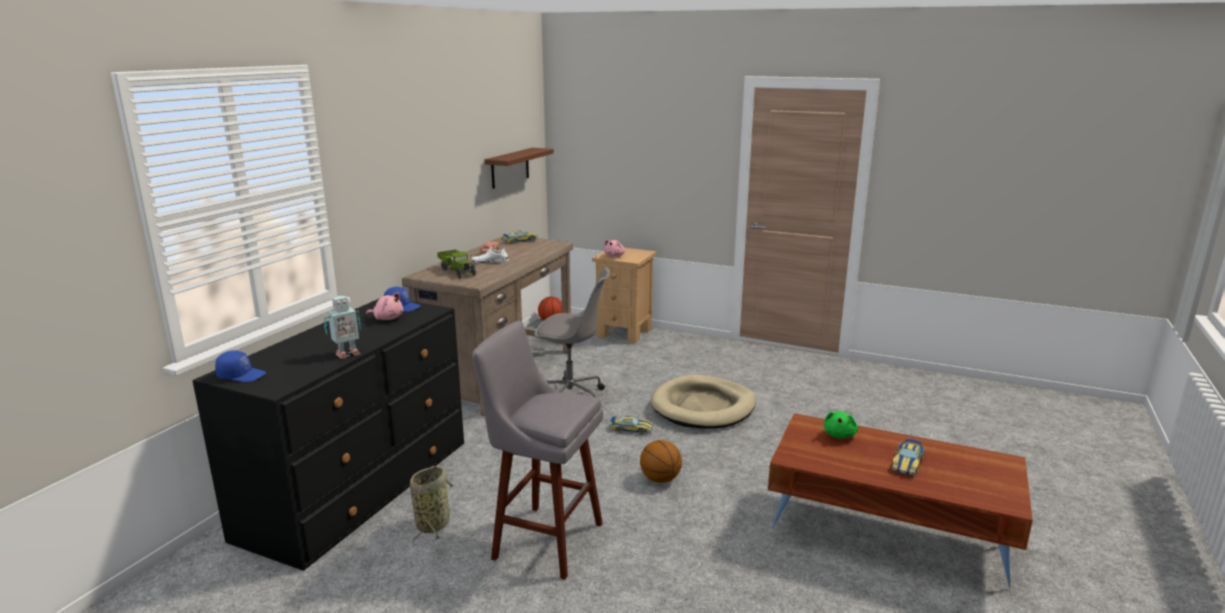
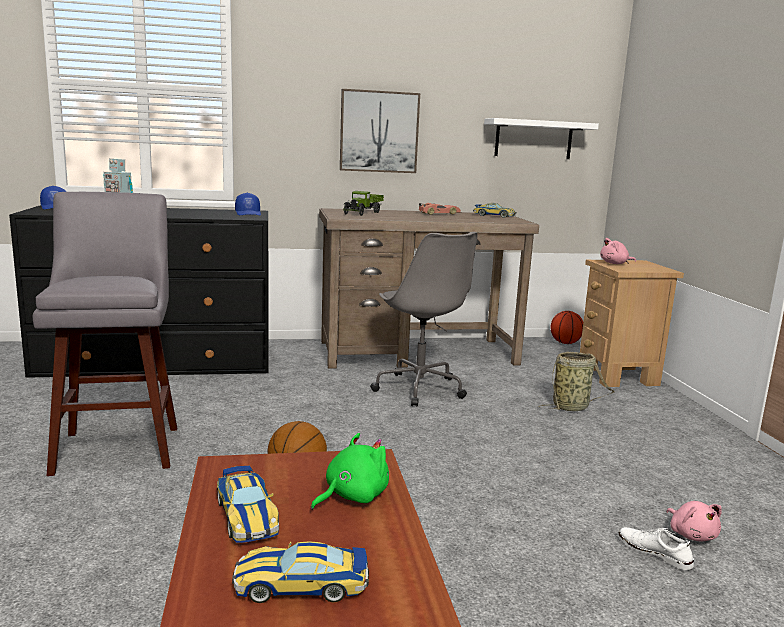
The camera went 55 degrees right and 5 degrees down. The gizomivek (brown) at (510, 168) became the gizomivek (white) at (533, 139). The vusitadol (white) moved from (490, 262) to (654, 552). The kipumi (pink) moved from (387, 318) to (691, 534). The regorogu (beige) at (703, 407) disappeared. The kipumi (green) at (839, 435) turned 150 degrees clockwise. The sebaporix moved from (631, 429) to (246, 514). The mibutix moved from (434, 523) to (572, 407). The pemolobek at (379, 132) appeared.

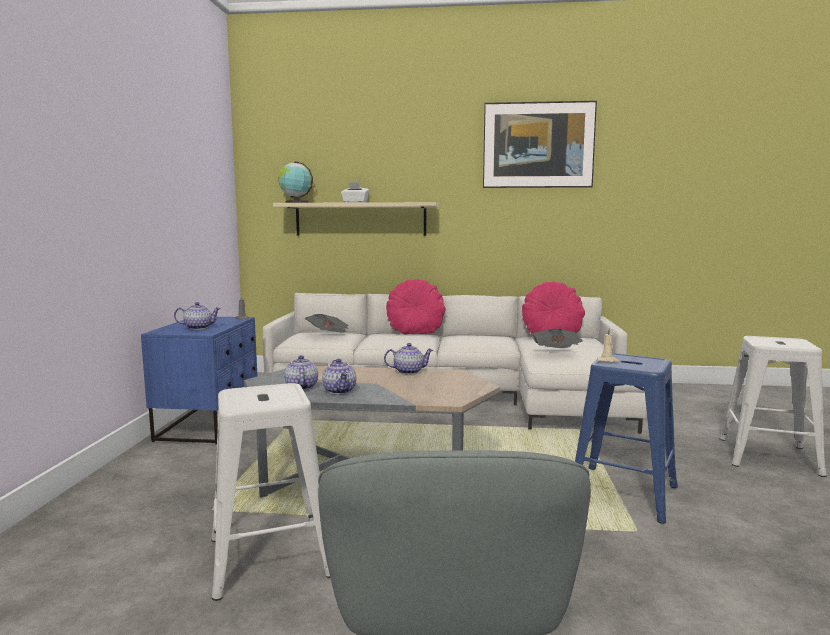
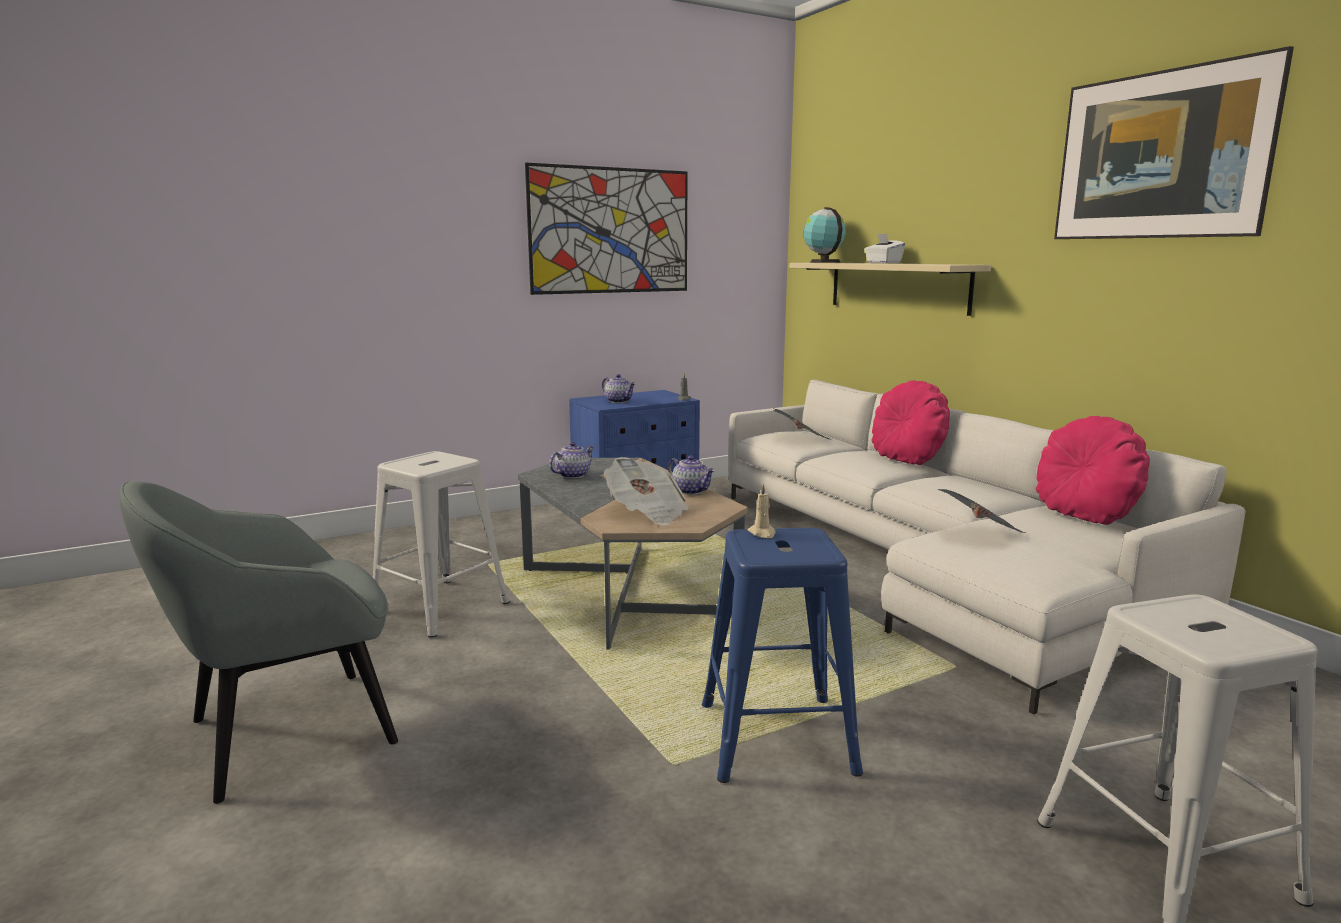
The camera went 55 degrees right and 5 degrees up. The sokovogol at (340, 391) disappeared. The pemolobek at (610, 231) appeared. The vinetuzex at (647, 512) appeared.

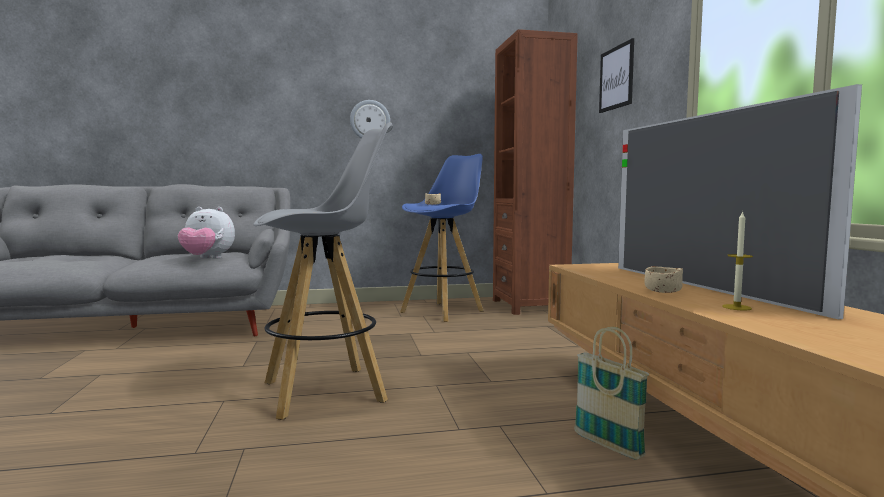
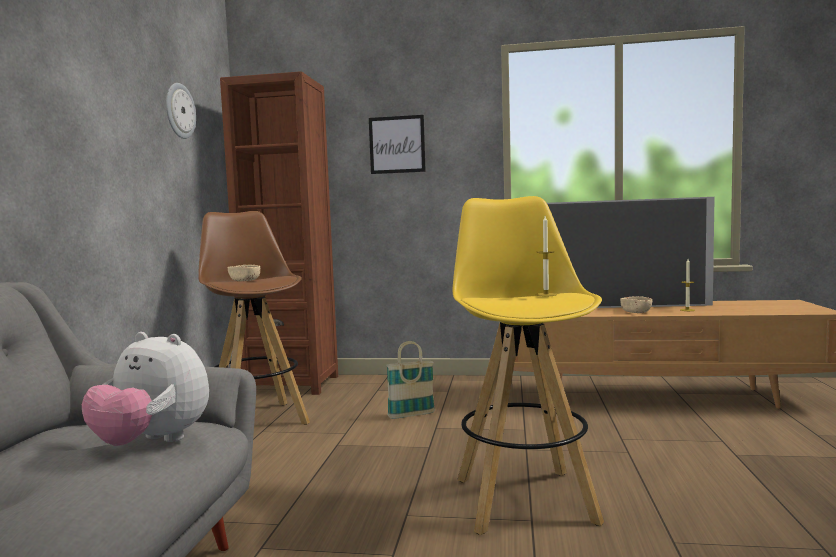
The camera went 70 degrees left and 0 degrees up. The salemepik moved from (370, 120) to (179, 111). The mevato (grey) at (327, 391) became the mevato (yellow) at (525, 498). The mevato (blue) at (443, 311) became the mevato (brown) at (258, 419). The kipumi at (207, 258) turned 90 degrees clockwise. The mibutix moved from (608, 445) to (411, 415). The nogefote at (546, 295) appeared.

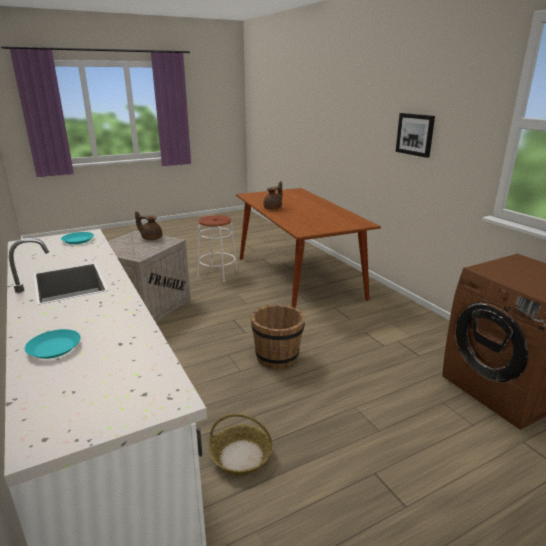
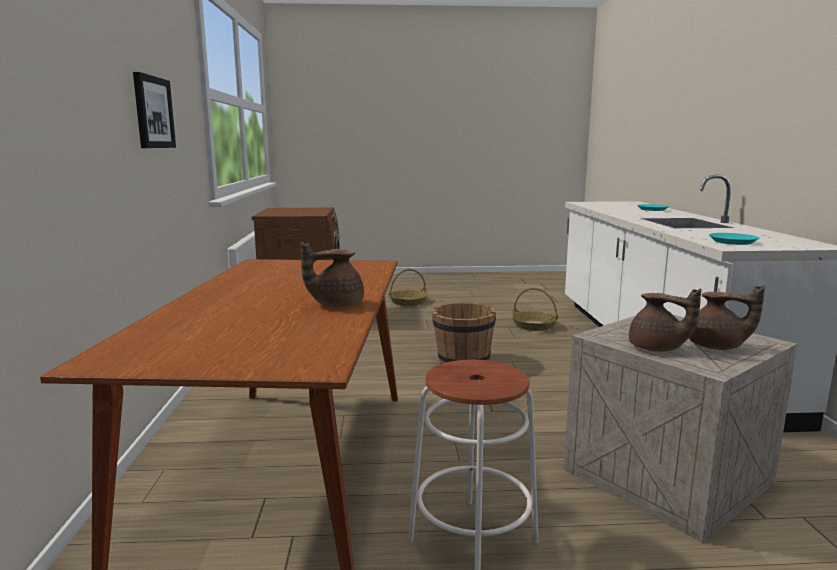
The camera went 155 degrees left and 10 degrees down. The mibutix at (408, 302) appeared. The sokovogol (brown) at (717, 347) appeared.

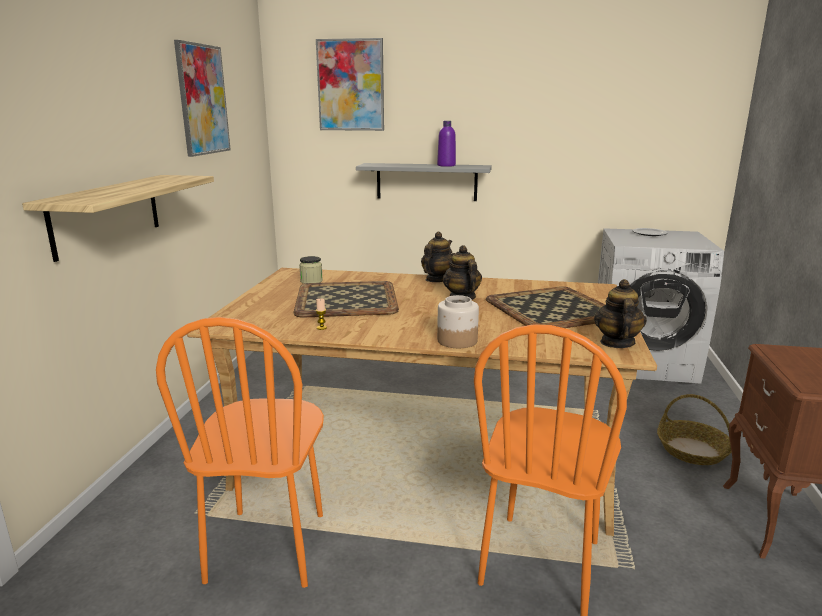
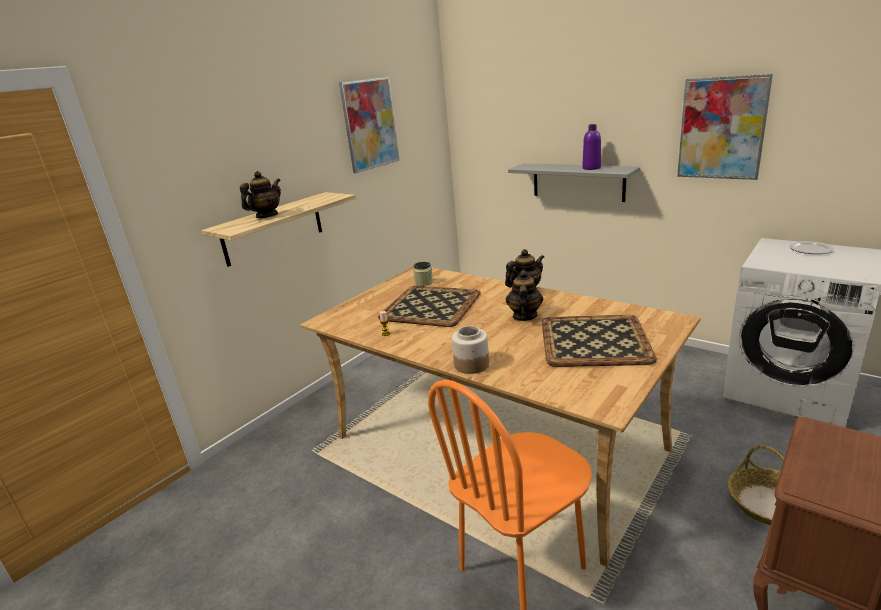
The camera went 30 degrees right and 5 degrees up. The pemolobek moved from (351, 85) to (722, 128). The sokovogol moved from (616, 343) to (266, 216). The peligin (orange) at (268, 547) disappeared.

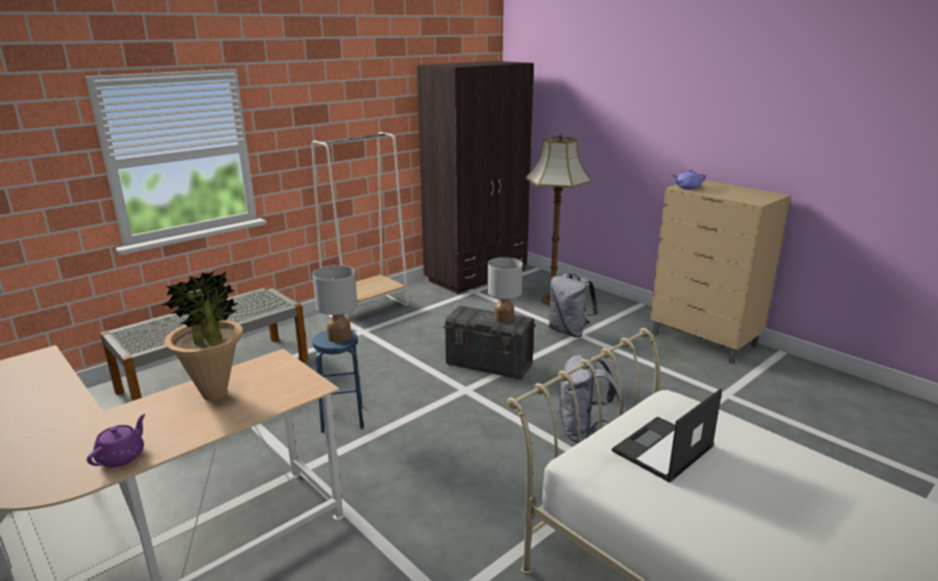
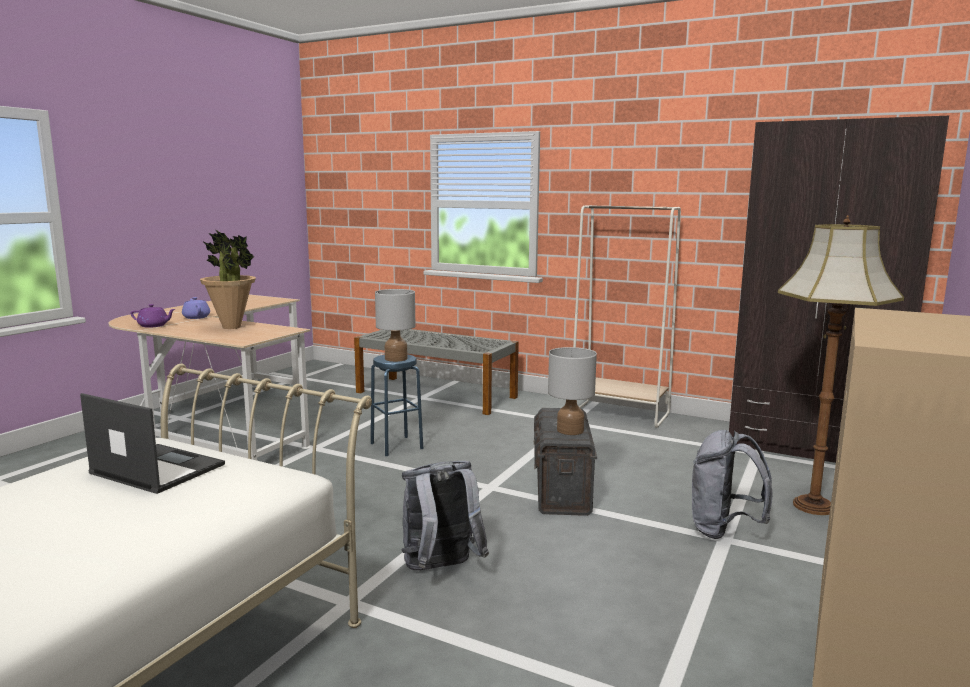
The camera went 70 degrees right and 10 degrees down. The sokovogol (purple) moved from (687, 188) to (196, 317).

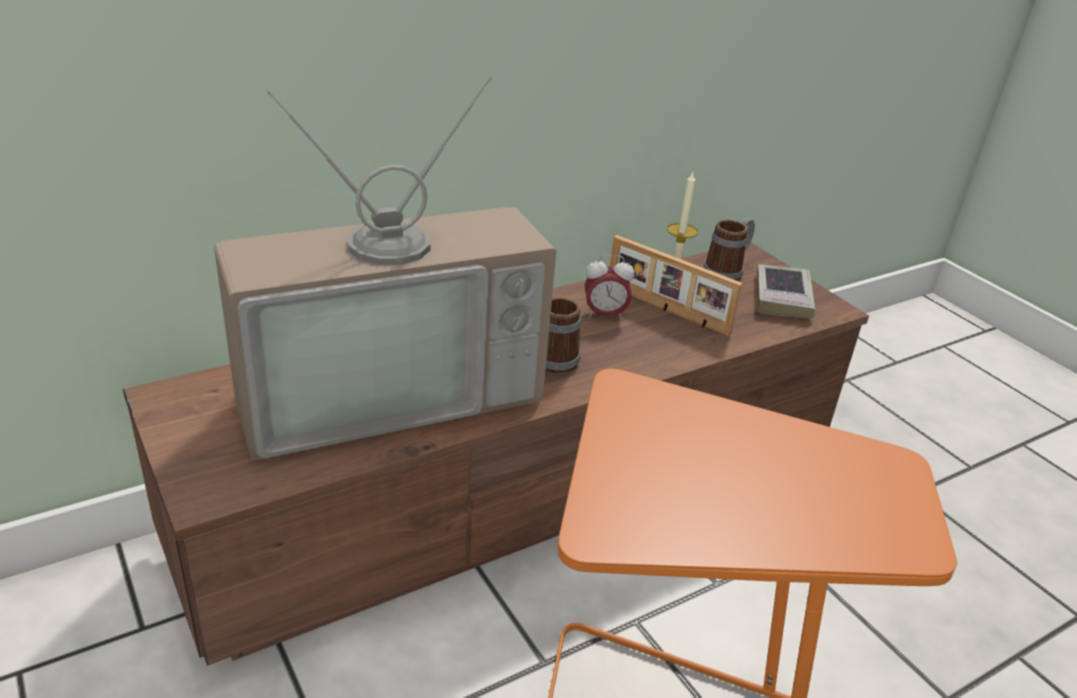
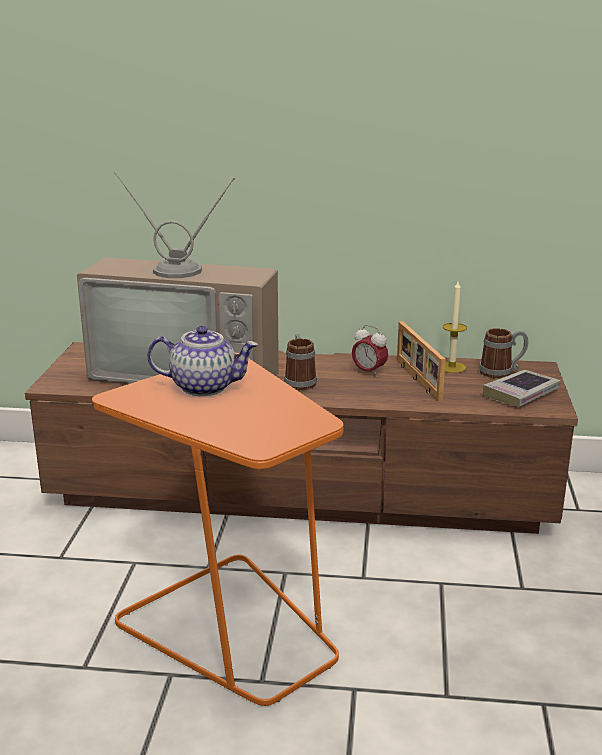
The camera went 40 degrees right and 10 degrees down. The sokovogol at (205, 387) appeared.

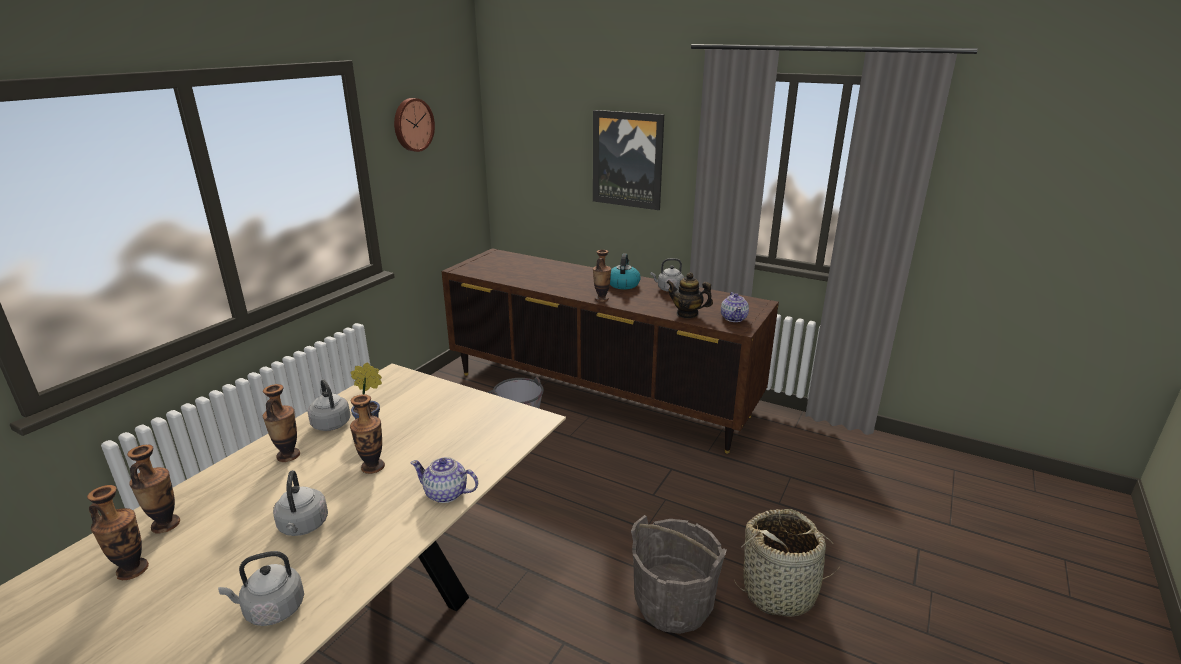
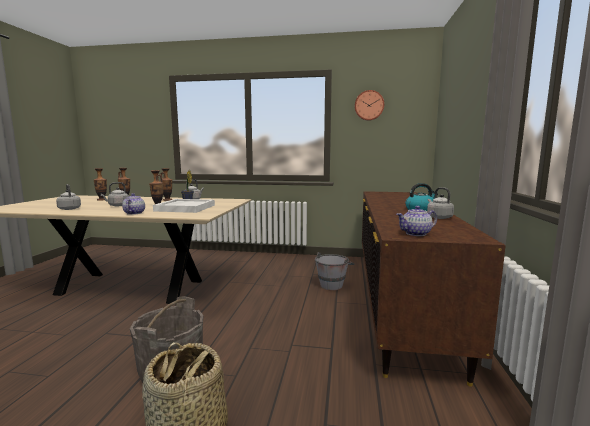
The camera went 70 degrees right and 15 degrees down. The pemolobek at (627, 159) disappeared. The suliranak at (601, 299) disappeared. The sokovogol at (687, 314) disappeared. The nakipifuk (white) at (185, 208) appeared.

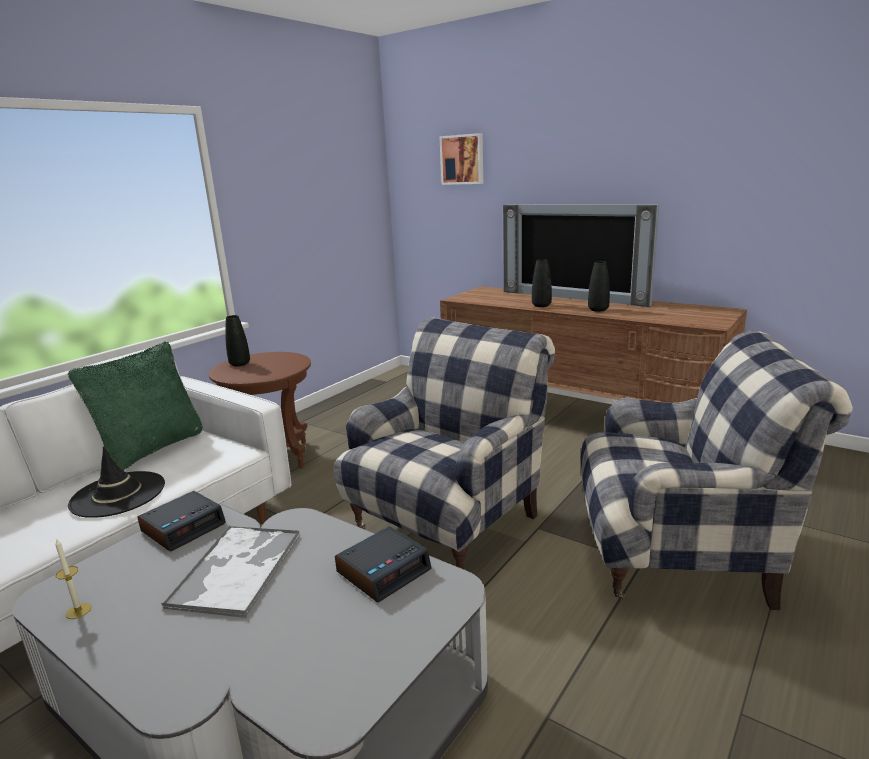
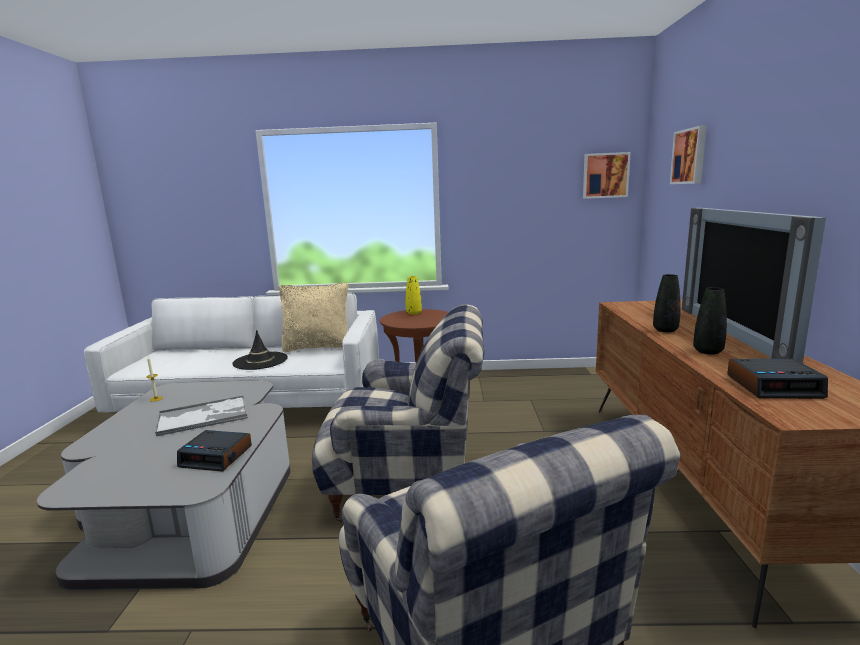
The camera went 55 degrees right and 5 degrees down. The suliranak (black) at (240, 364) became the suliranak (yellow) at (414, 313). The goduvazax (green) at (154, 450) became the goduvazax (beige) at (318, 348). The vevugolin moved from (184, 527) to (774, 386). The pemolobek at (605, 175) appeared.

